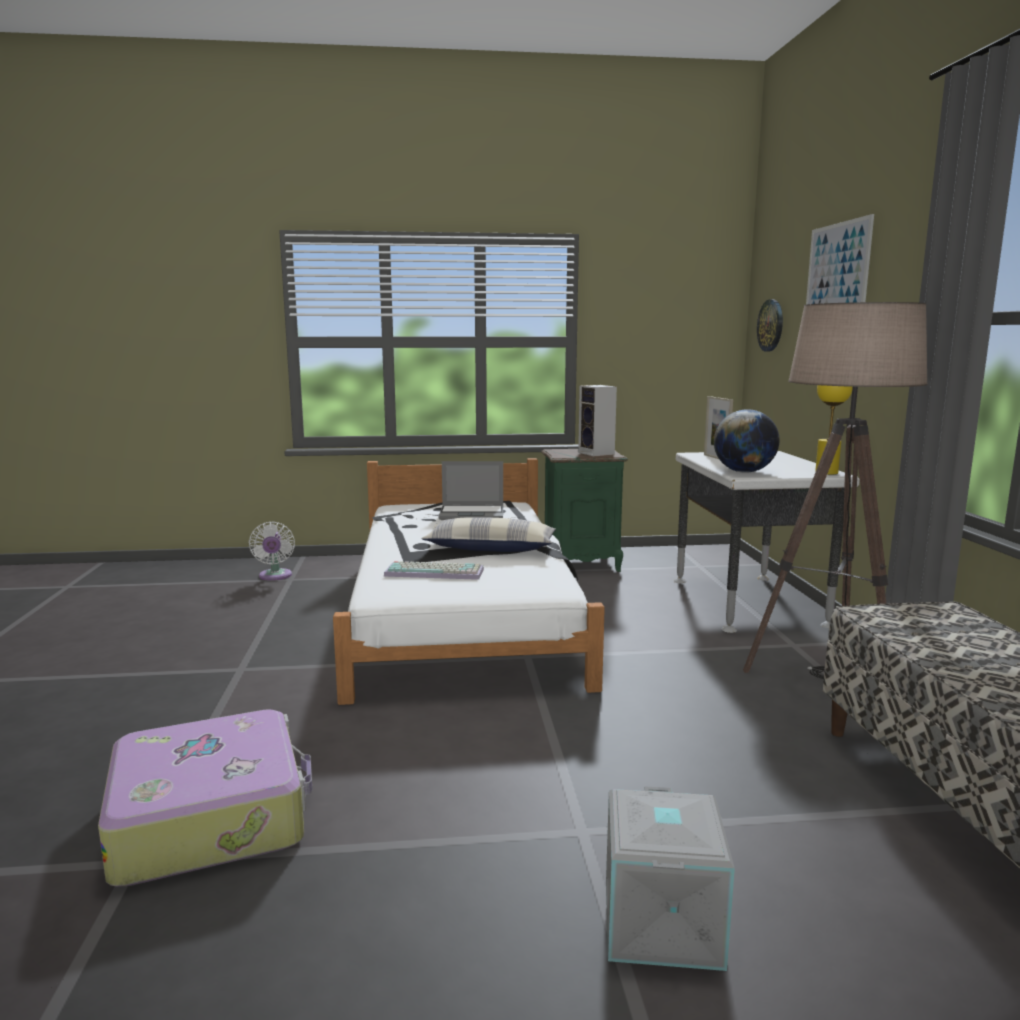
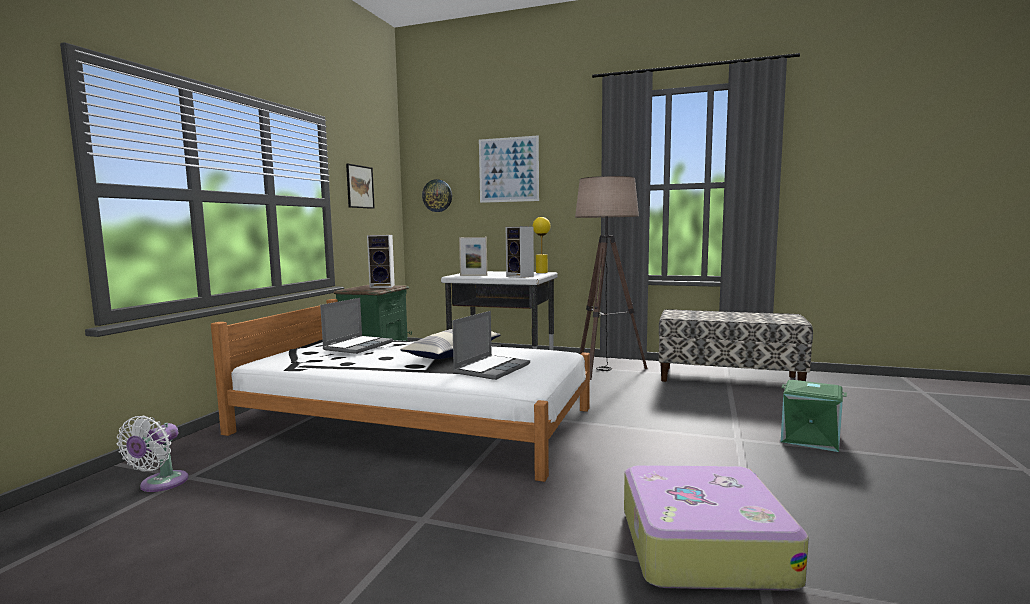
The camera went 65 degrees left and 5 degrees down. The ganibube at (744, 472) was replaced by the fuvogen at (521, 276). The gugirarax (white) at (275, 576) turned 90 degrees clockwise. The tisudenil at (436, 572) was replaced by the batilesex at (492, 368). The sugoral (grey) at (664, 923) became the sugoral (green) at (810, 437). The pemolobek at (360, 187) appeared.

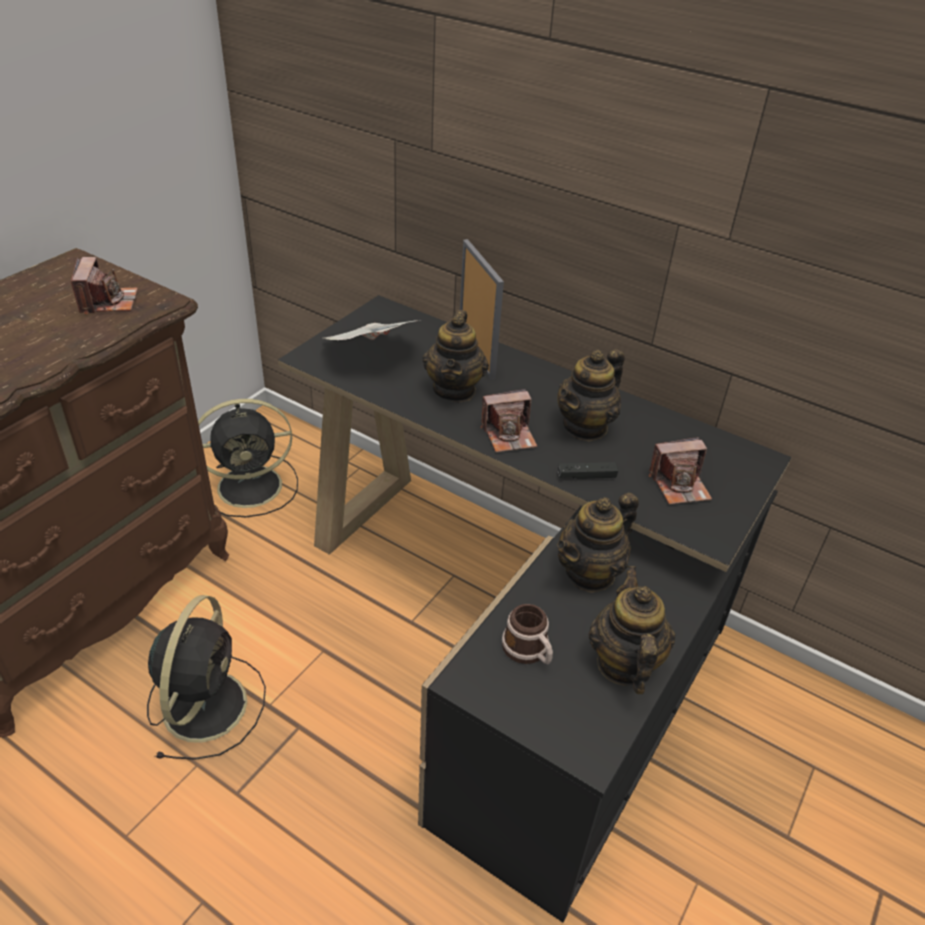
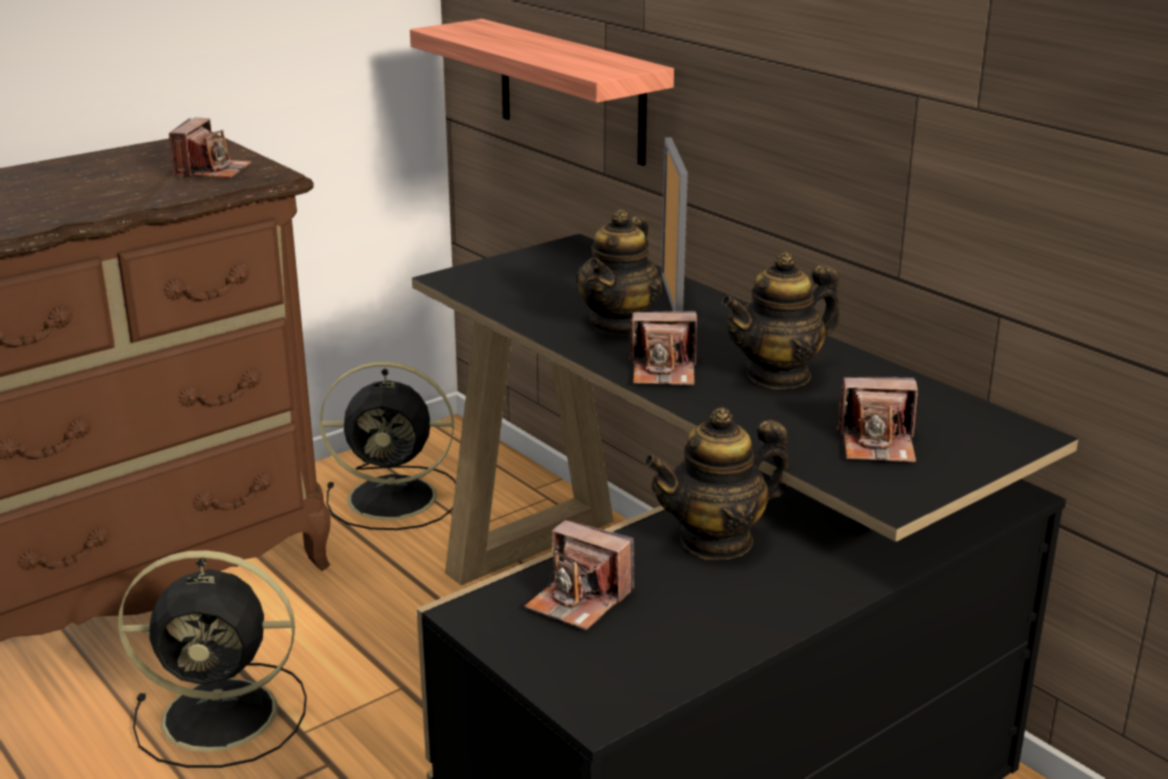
The camera went 20 degrees right and 15 degrees down. The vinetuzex at (371, 353) disappeared. The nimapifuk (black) at (586, 476) disappeared. The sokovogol at (623, 663) disappeared. The gugirarax (black) at (206, 702) turned 60 degrees clockwise. The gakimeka at (529, 651) was replaced by the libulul at (579, 601). The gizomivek at (571, 91) appeared.

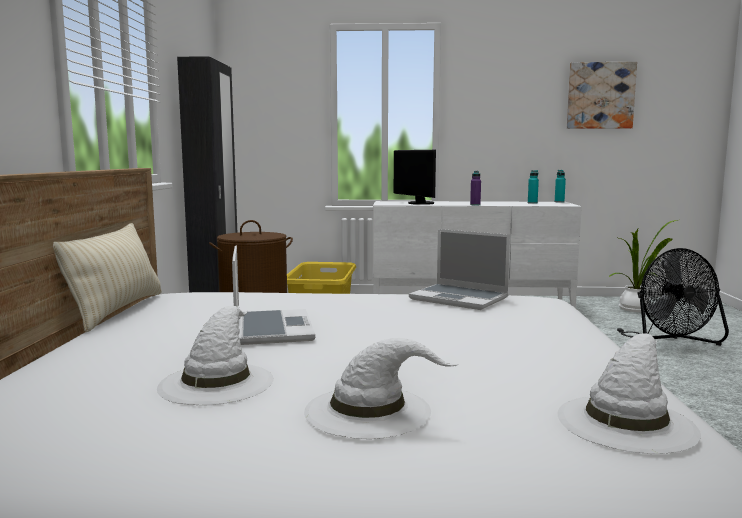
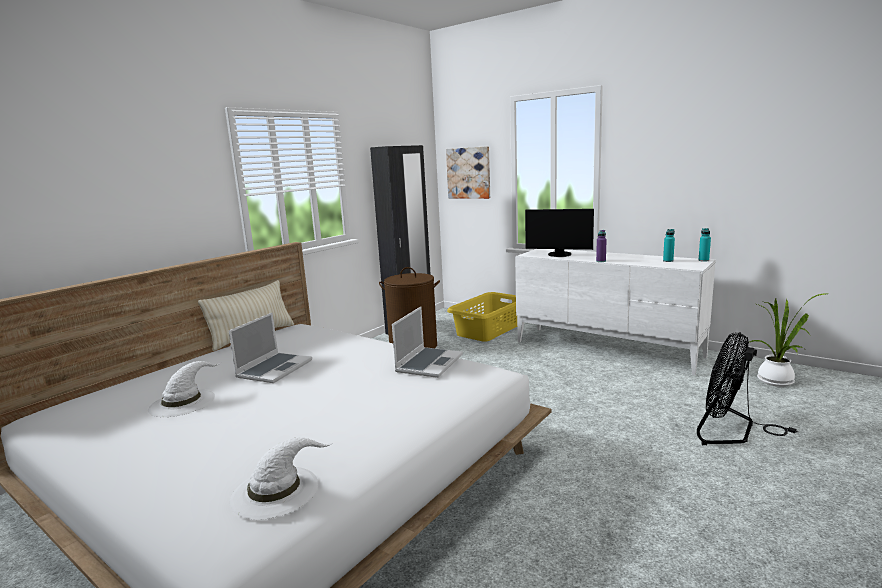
The camera went 35 degrees right and 5 degrees up. The pemolobek moved from (600, 95) to (469, 173). The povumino at (418, 203) turned 75 degrees counterclockwise. The batilesex at (460, 298) turned 135 degrees counterclockwise. The gugirarax (black) at (666, 343) turned 105 degrees clockwise. The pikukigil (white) at (370, 410) disappeared.

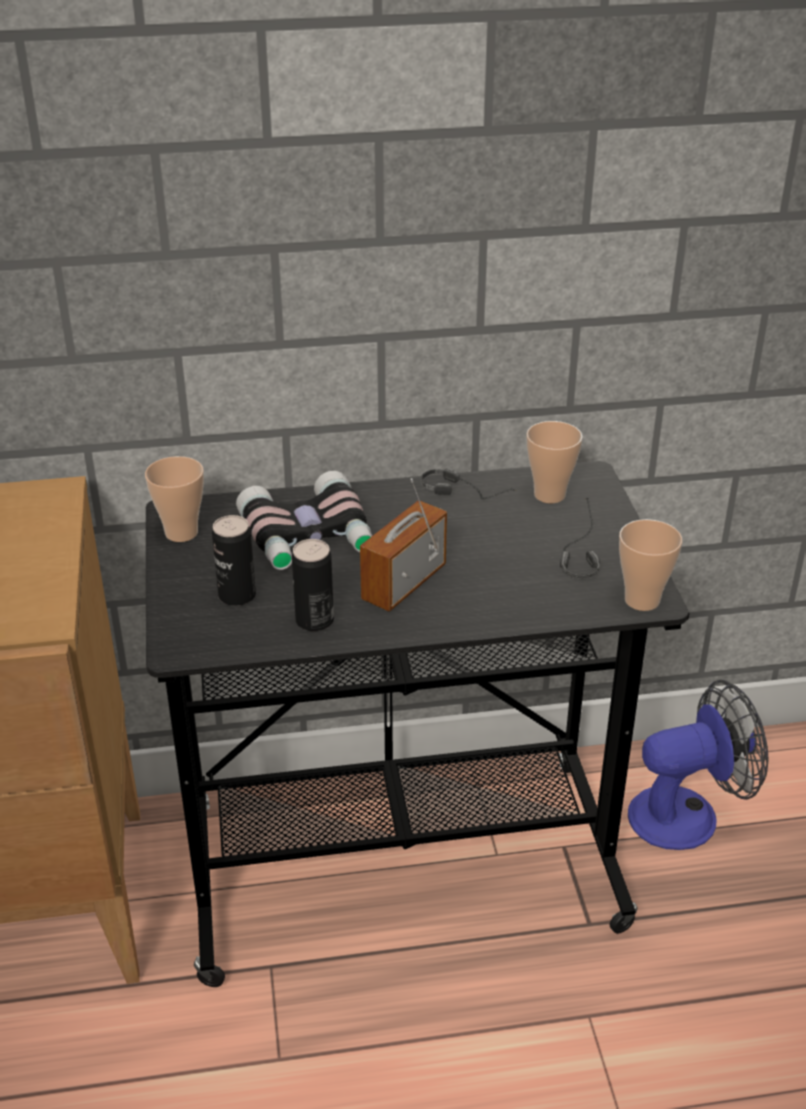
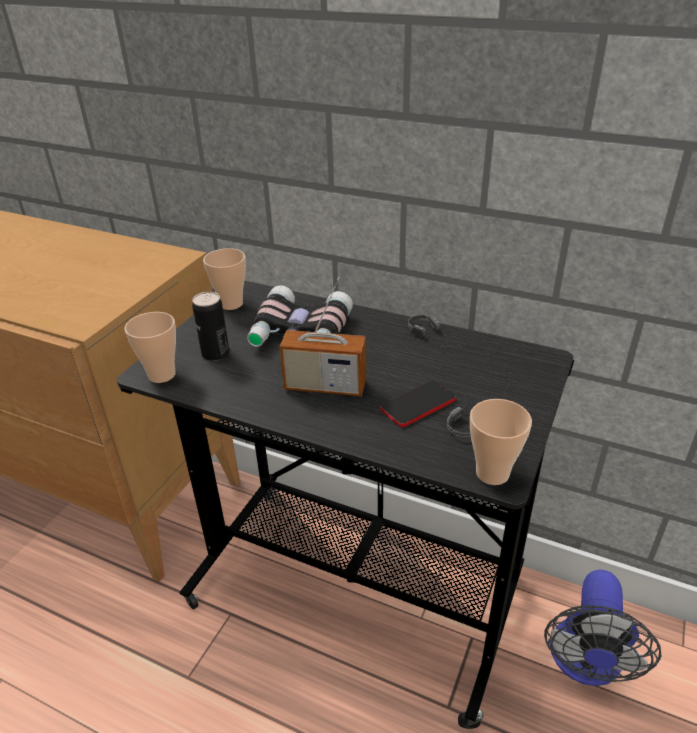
The camera went 35 degrees right and 0 degrees up. The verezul moved from (549, 495) to (162, 375). The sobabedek at (404, 583) turned 150 degrees counterclockwise. The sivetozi at (314, 621) disappeared. The gugirarax at (687, 814) turned 90 degrees clockwise. The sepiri at (418, 404) appeared.

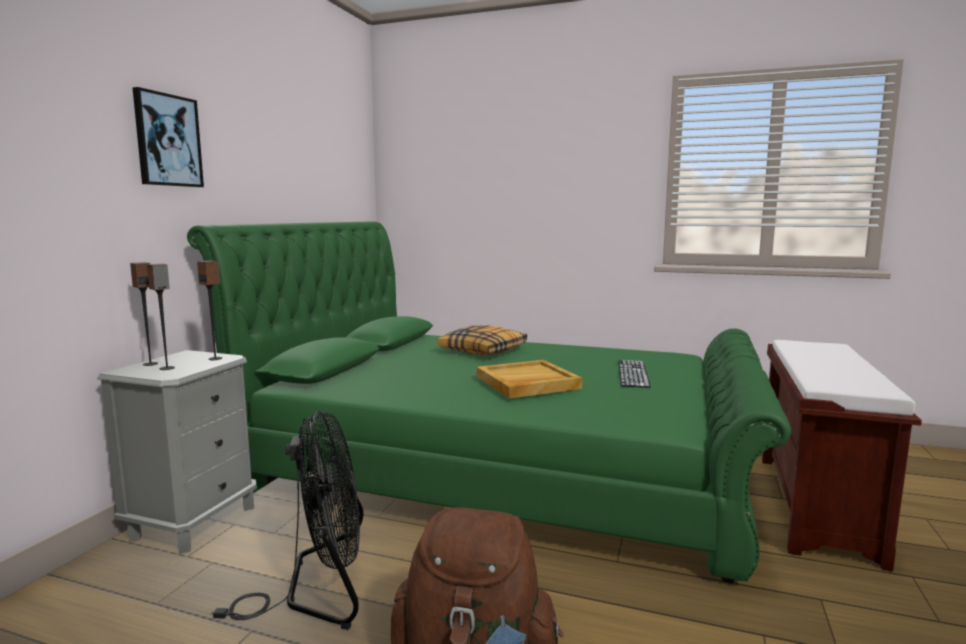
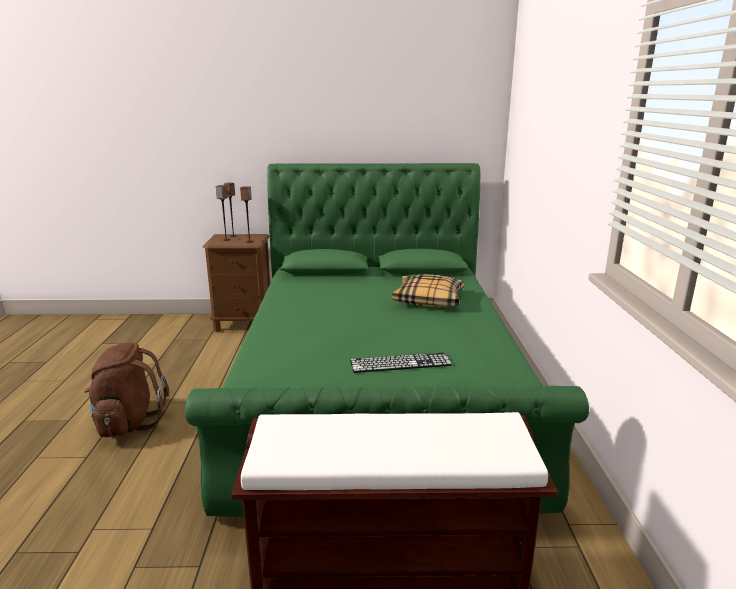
The camera went 70 degrees right and 10 degrees up. The pemolobek at (167, 140) disappeared. The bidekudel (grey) at (193, 522) became the bidekudel (brown) at (243, 323). The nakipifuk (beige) at (527, 383) disappeared. The gugirarax (black) at (317, 583) disappeared.

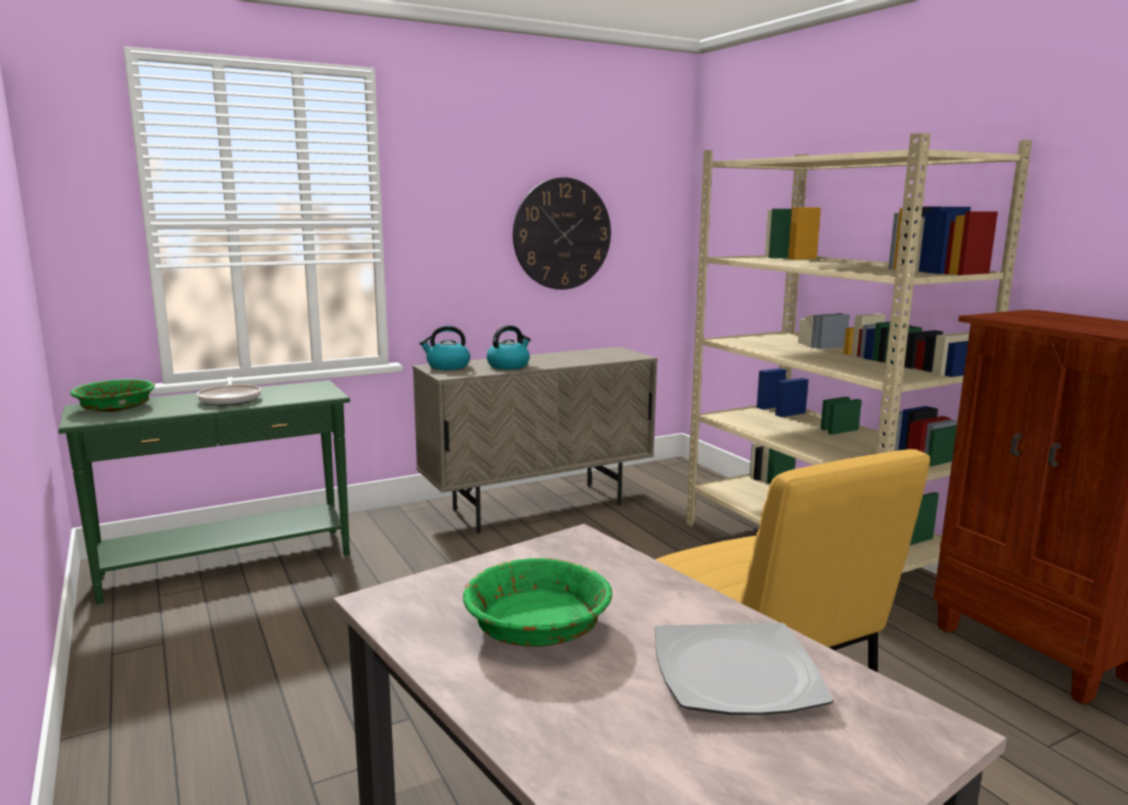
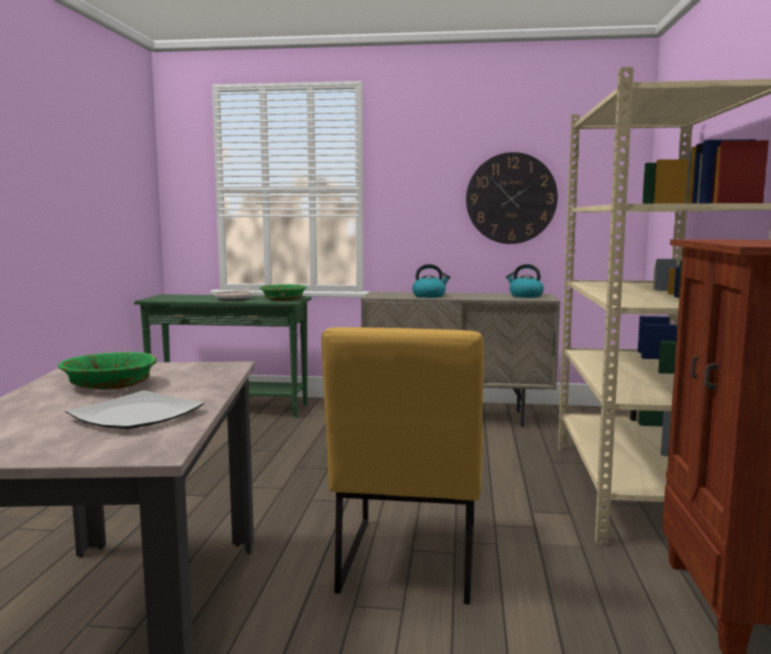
The camera went 35 degrees right and 5 degrees down. The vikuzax moved from (447, 366) to (525, 296). The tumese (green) moved from (116, 407) to (283, 299).

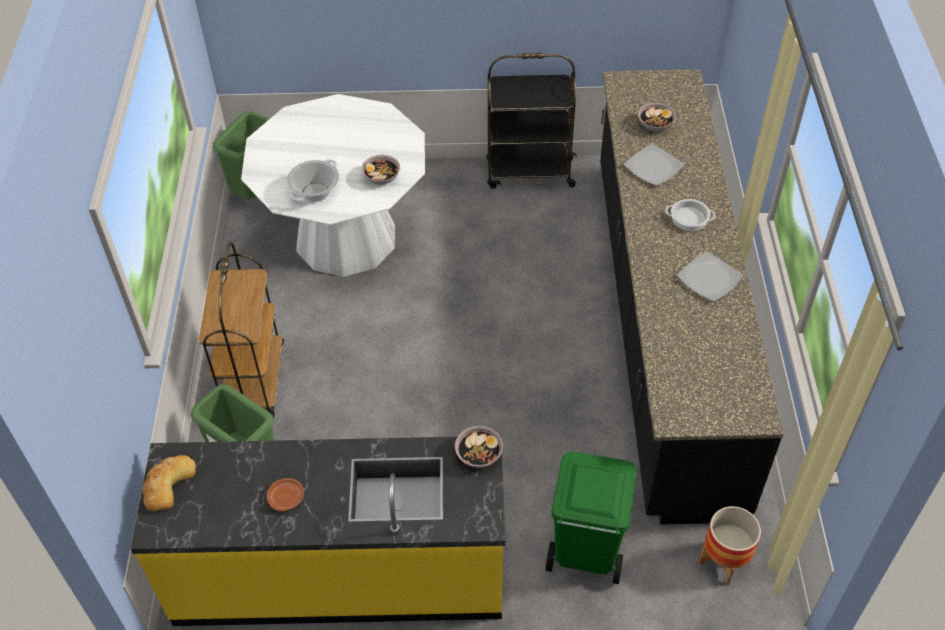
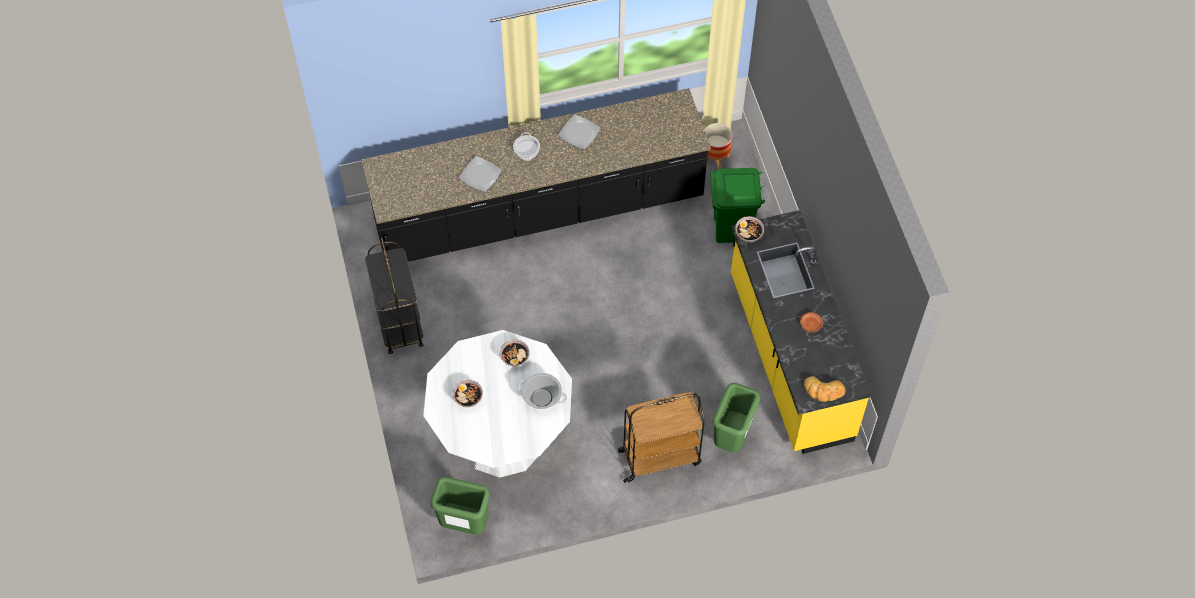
The camera went 105 degrees left and 10 degrees up. The tumese moved from (655, 124) to (468, 397).

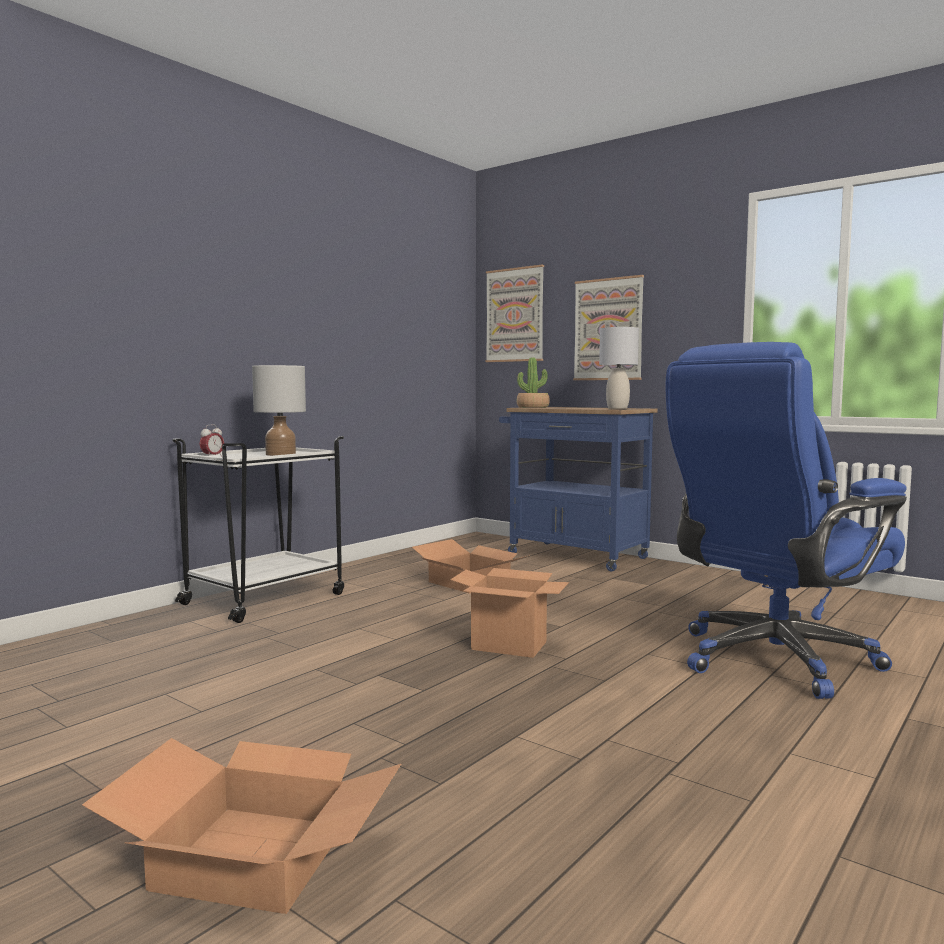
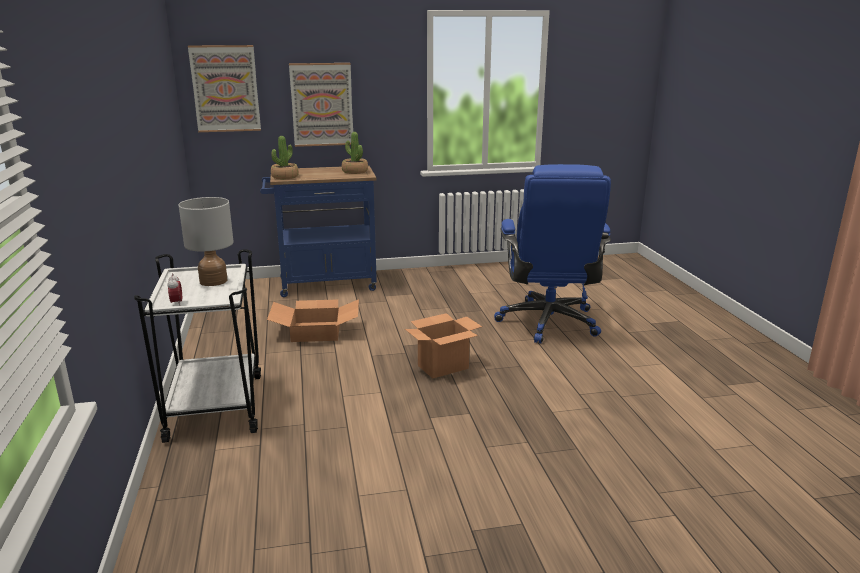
The camera went 50 degrees left and 15 degrees up. The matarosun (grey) at (617, 408) was replaced by the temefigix at (355, 171). The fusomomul at (256, 855) disappeared.

